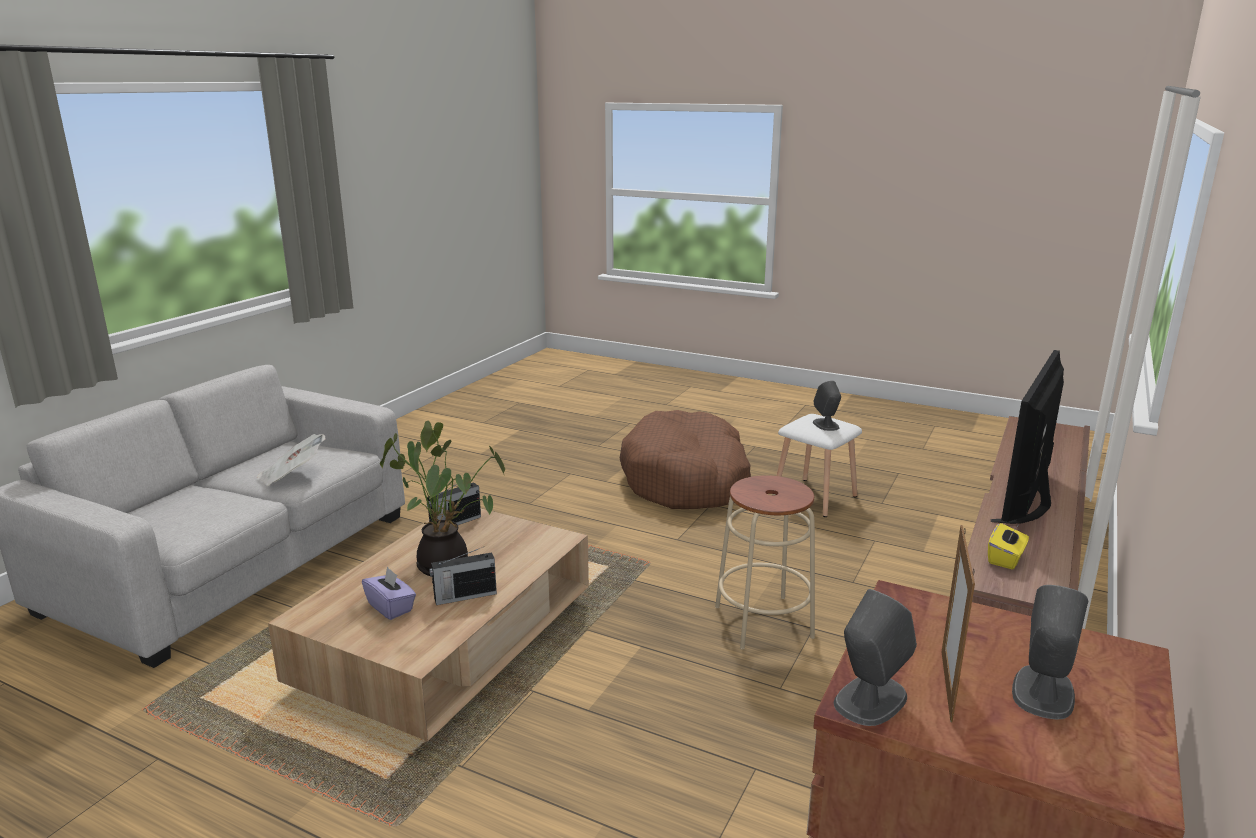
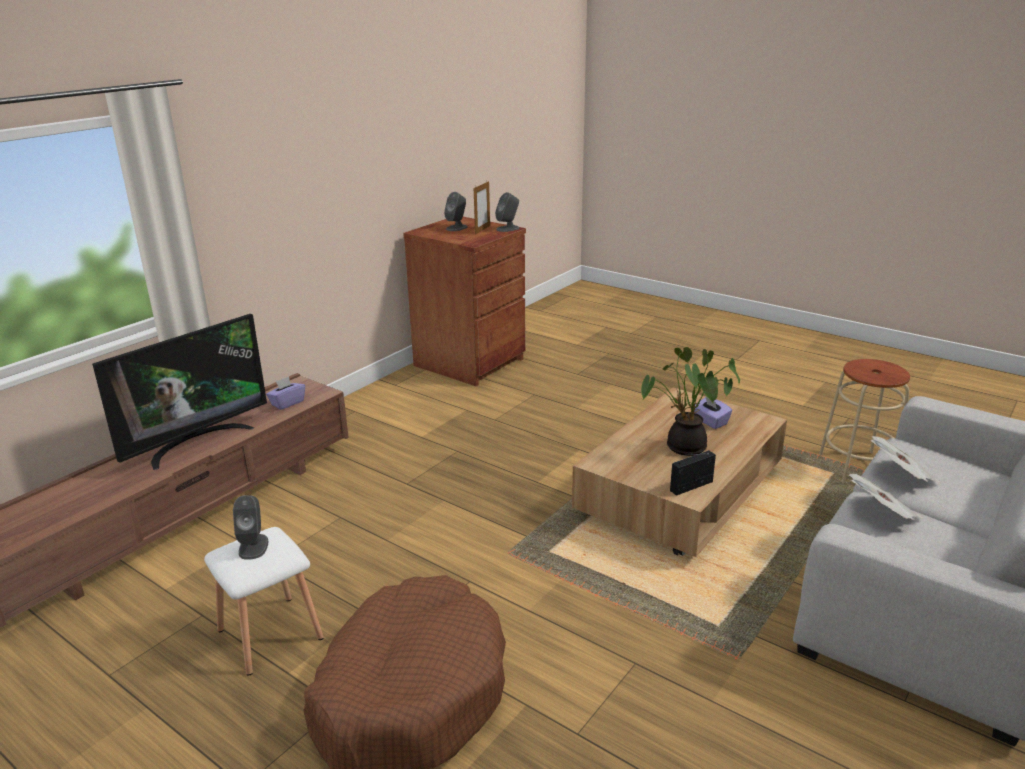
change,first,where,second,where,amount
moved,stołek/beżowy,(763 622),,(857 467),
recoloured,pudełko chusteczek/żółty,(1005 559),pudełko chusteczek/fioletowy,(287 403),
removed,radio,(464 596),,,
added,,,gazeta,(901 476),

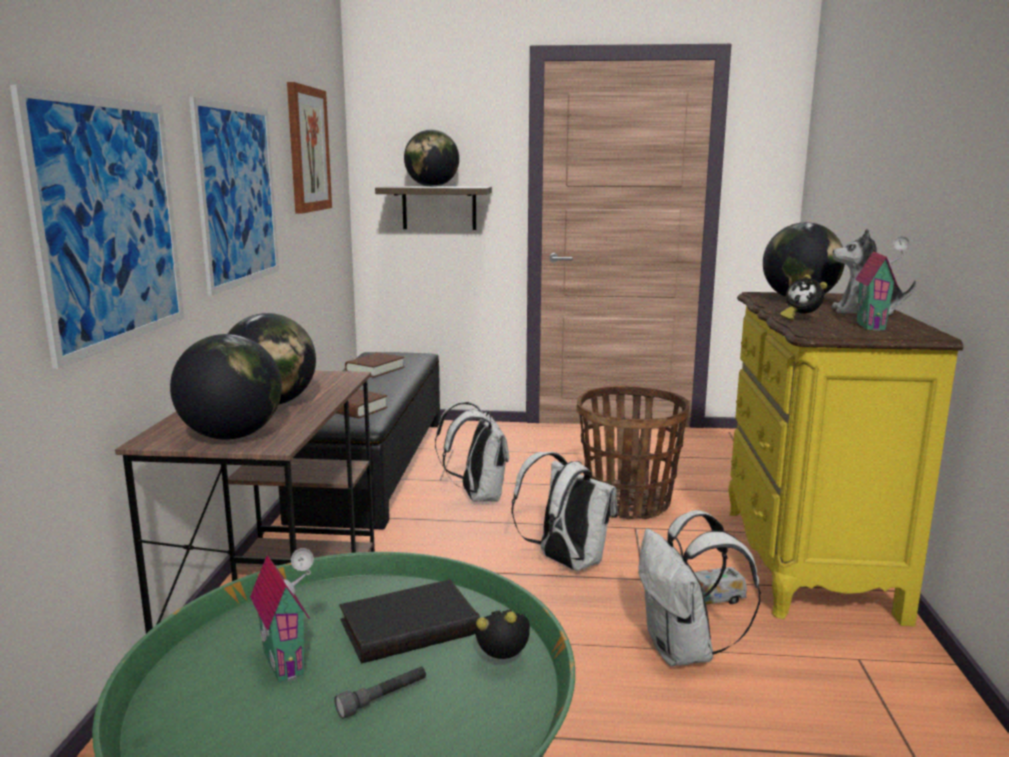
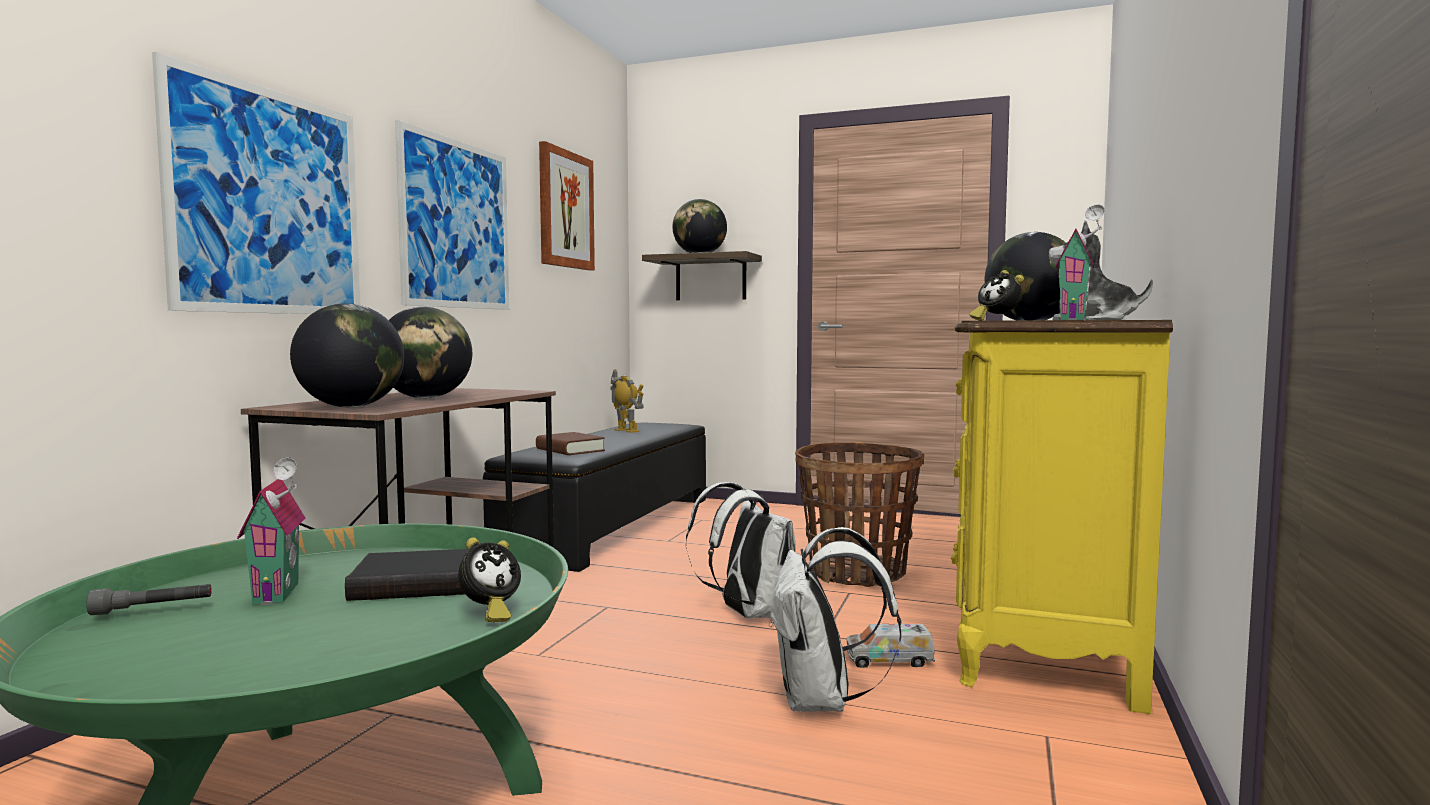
change,first,where,second,where,amount
replaced,książka/brązowy,(375 370),robot zabawkowy,(627 431),
removed,plecak/biały,(478 496),,,
turned,budzik,(504 661),,(489 613),120 degrees clockwise
moved,latarka/szary,(383 699),,(152 608),

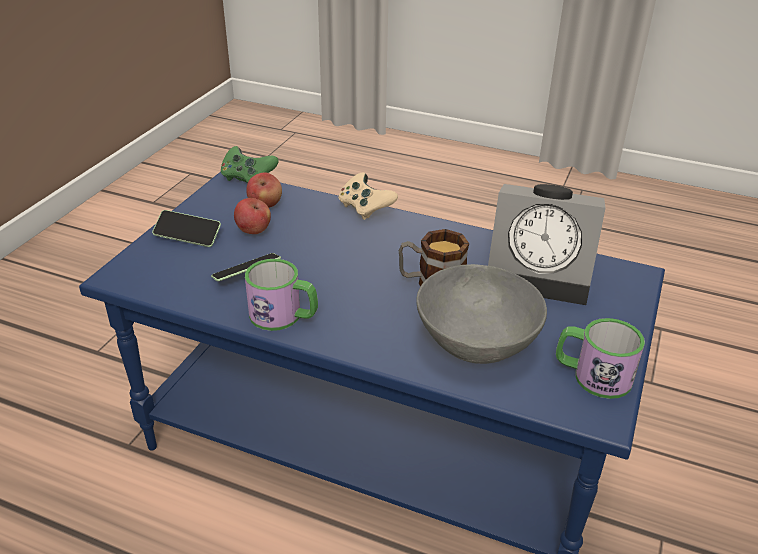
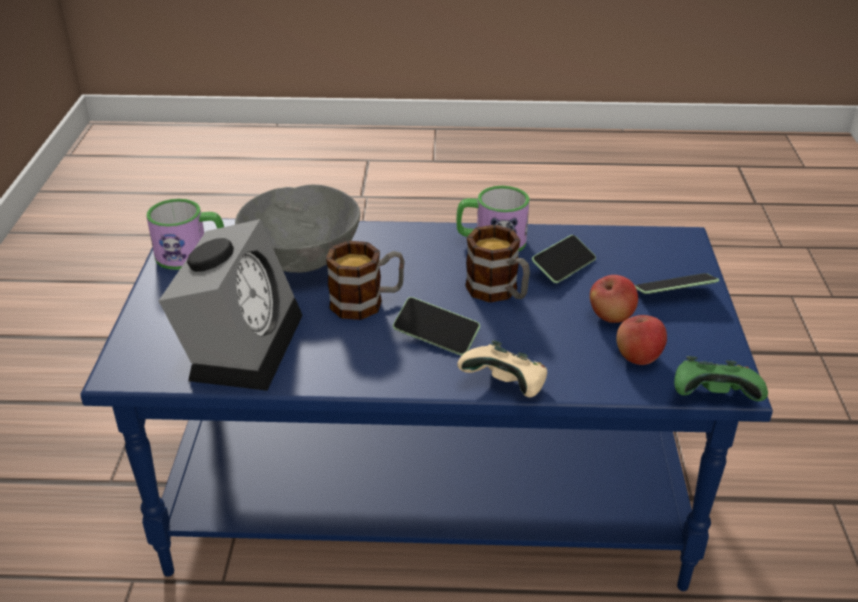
change,first,where,second,where,amount
turned,budzik,(542 274),,(242 343),105 degrees clockwise
added,,,kubek,(499 292),
added,,,telefon,(436 335),

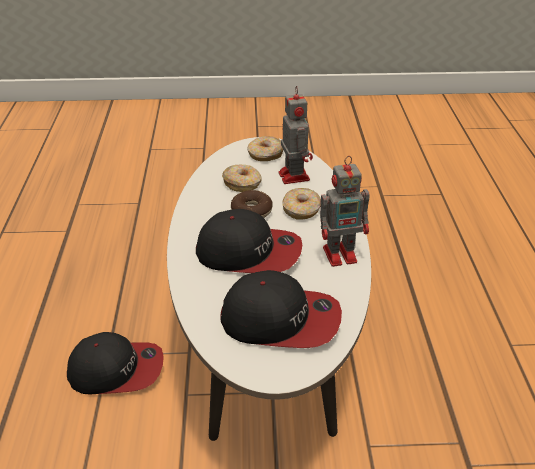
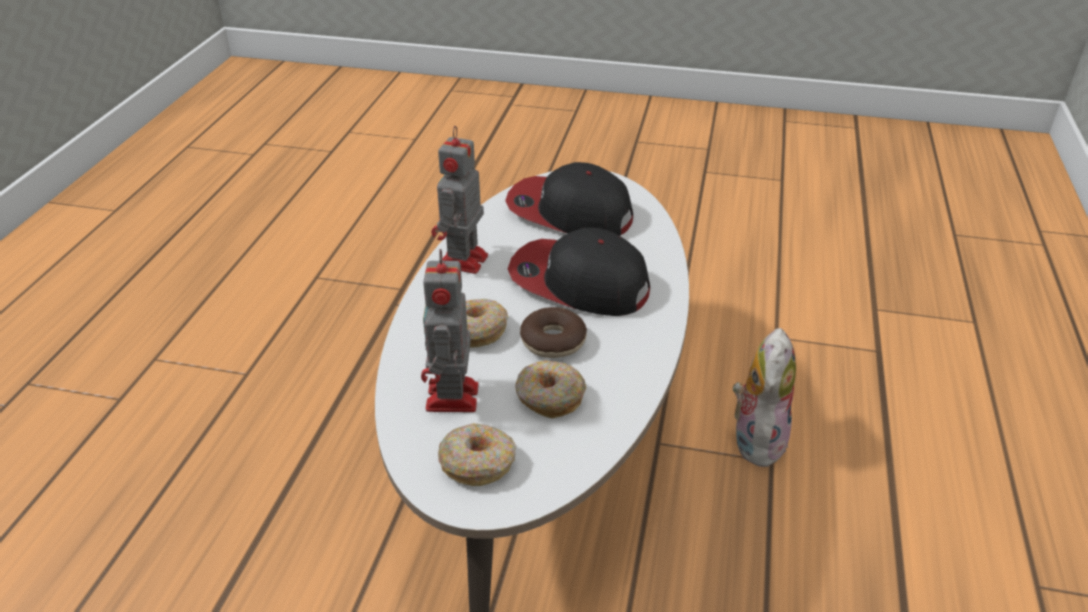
change,first,where,second,where,amount
turned,robot zabawkowy,(341 254),,(462 262),75 degrees counterclockwise
replaced,czapka z daszkiem,(116 370),pluszak,(756 438),

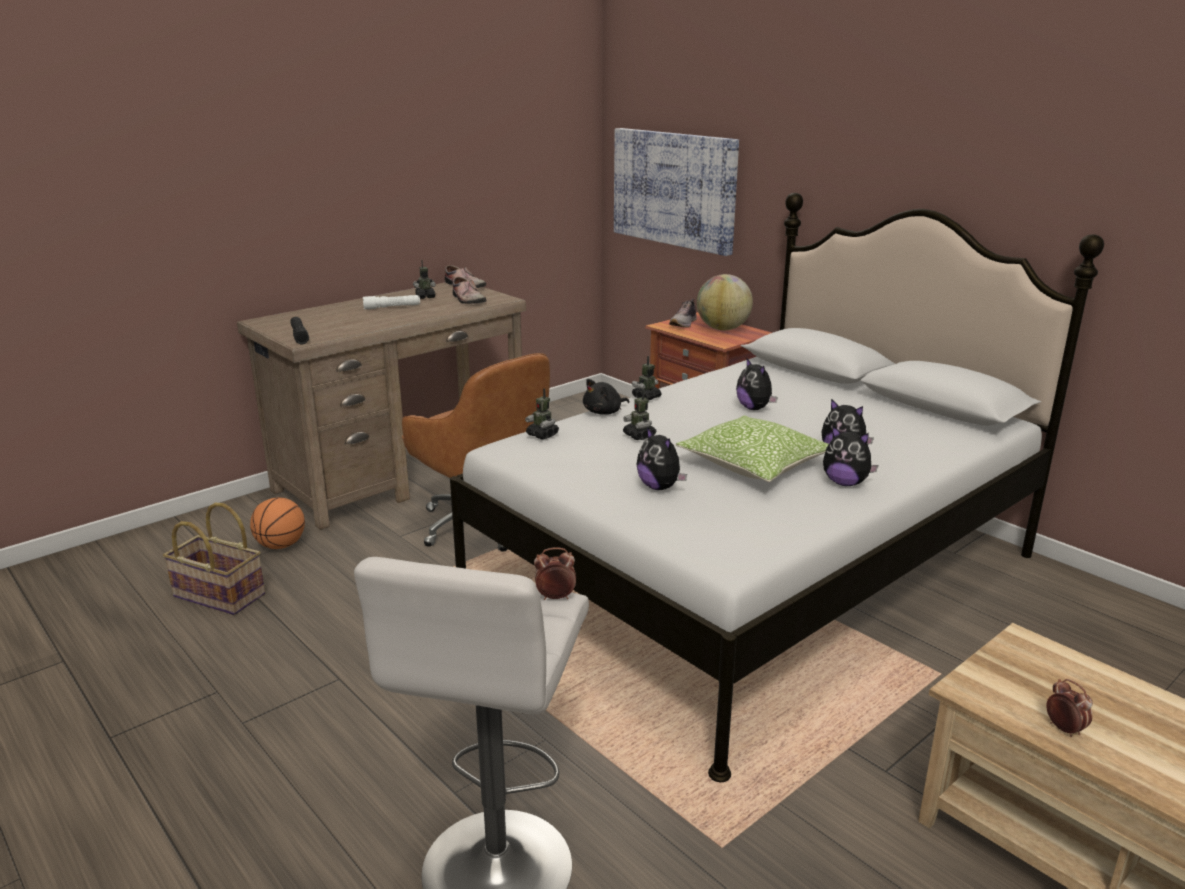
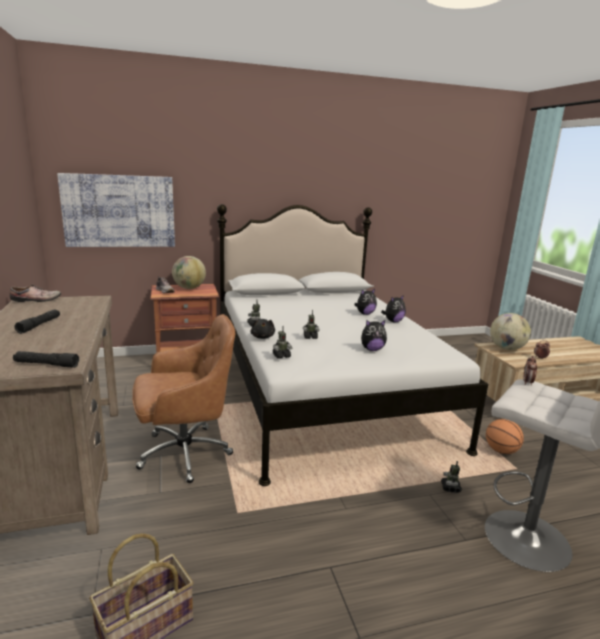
change,first,where,second,where,amount
moved,robot zabawkowy,(425 297),,(450 488),
removed,but,(467 300),,,
recoloured,latarka/biały,(392 307),latarka/czarny,(39 325),
removed,pluszak,(754 408),,,
removed,poduszka,(754 465),,,
moved,piłka do koszykówki,(281 546),,(501 451),
added,,,globus,(506 348),

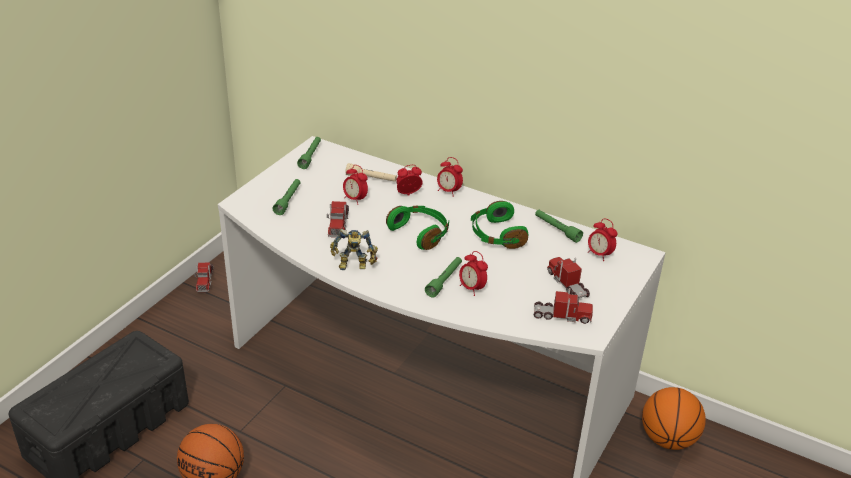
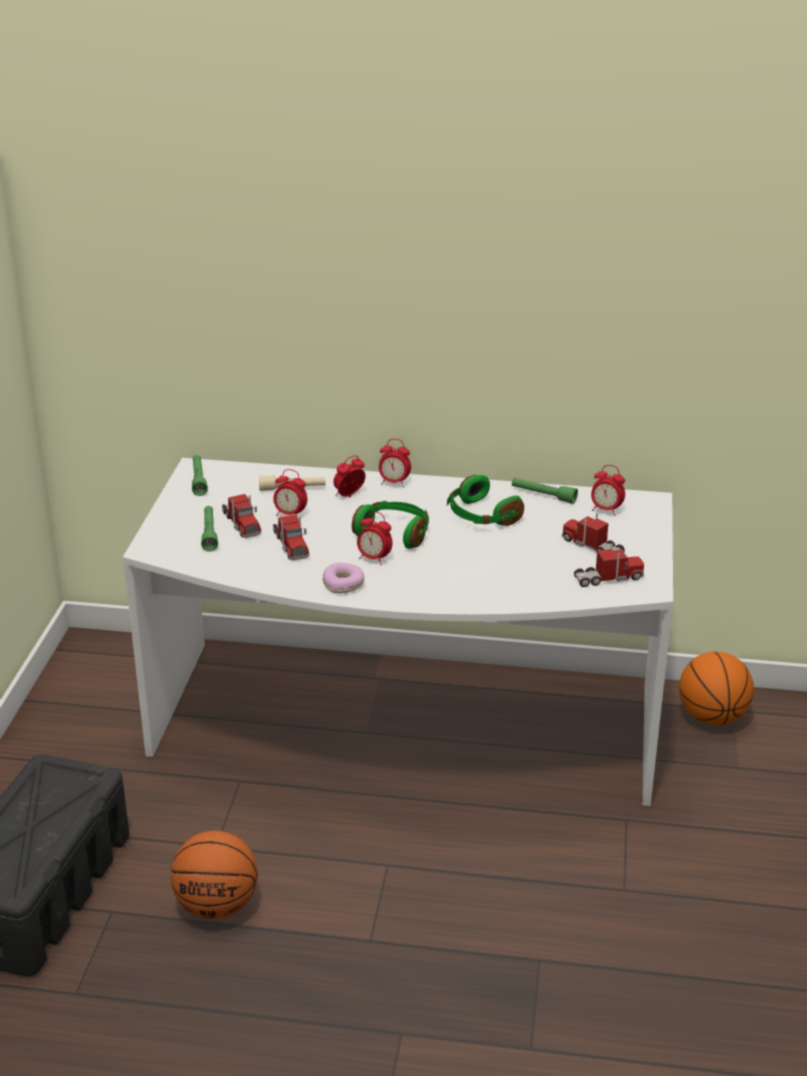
change,first,where,second,where,amount
replaced,robot zabawkowy,(354 266),donut,(343 584),
moved,budzik,(472 288),,(374 559),
removed,latarka/zielony,(444 281),,,
moved,ciężarówka zabawkowa,(205 280),,(241 523),

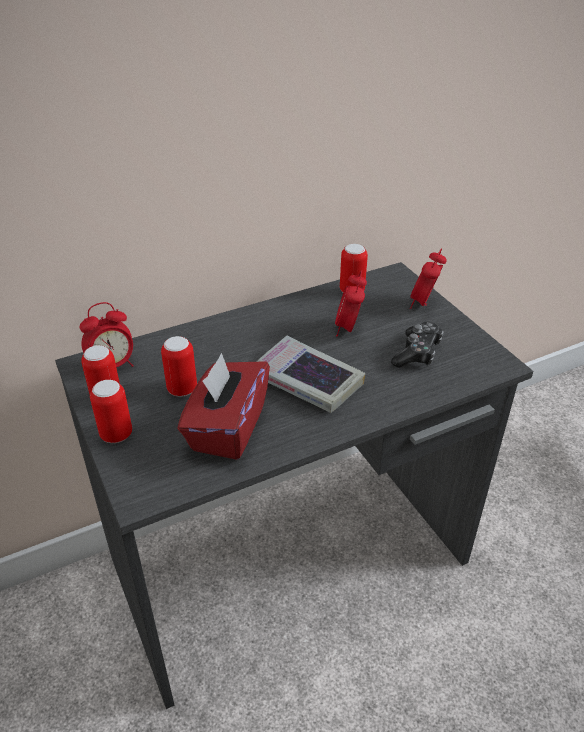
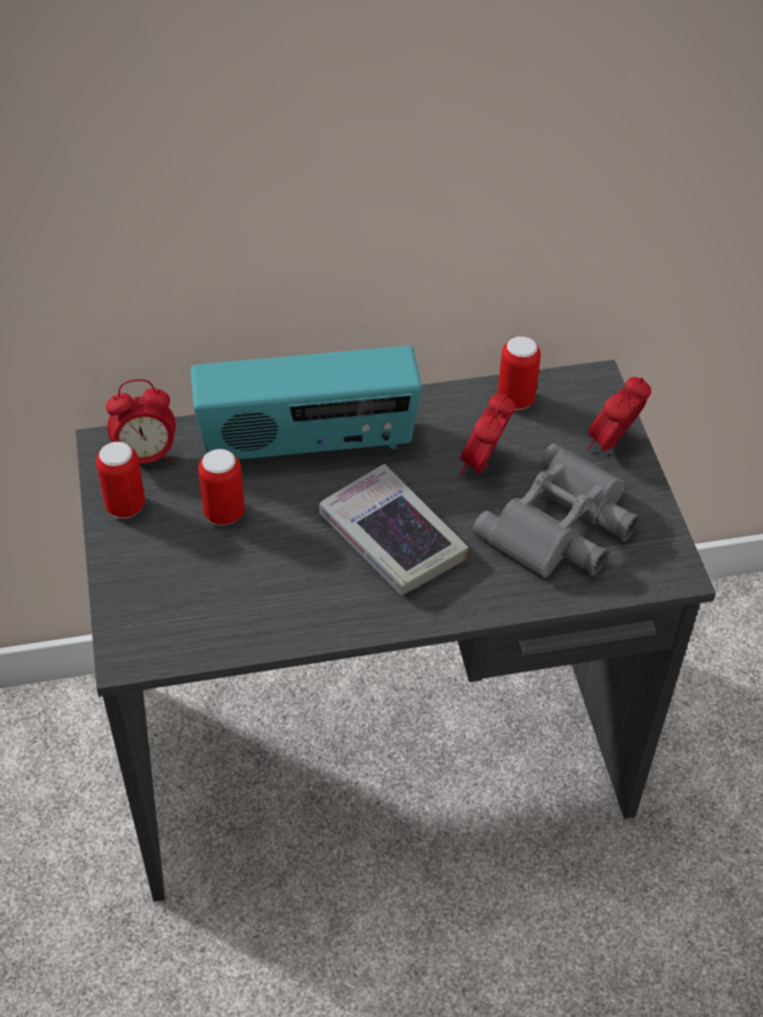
change,first,where,second,where,amount
replaced,pad do gier,(417 353),lornetka/szary,(563 527),
removed,pudełko chusteczek/czerwony,(227 428),,,
removed,puszka,(116 434),,,
added,,,radio,(308 444),

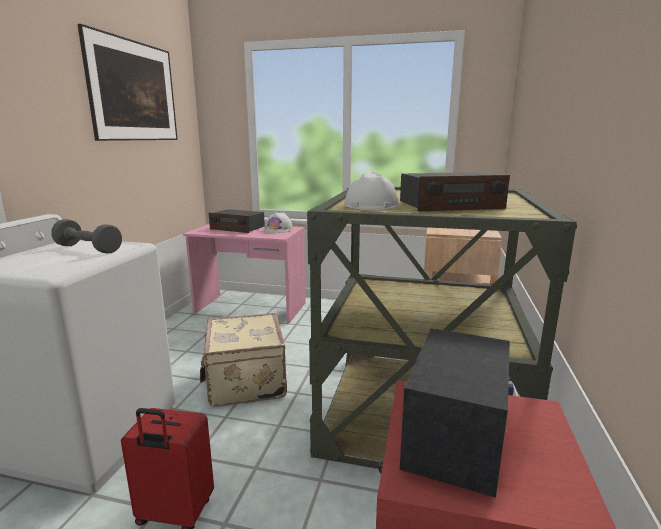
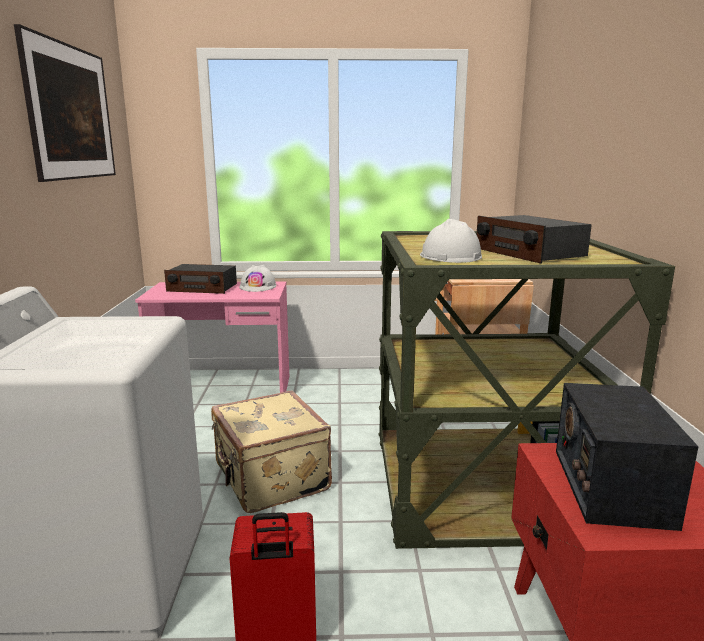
change,first,where,second,where,amount
turned,radio,(450 205),,(528 253),90 degrees clockwise
removed,hantel/szary,(88 249),,,

